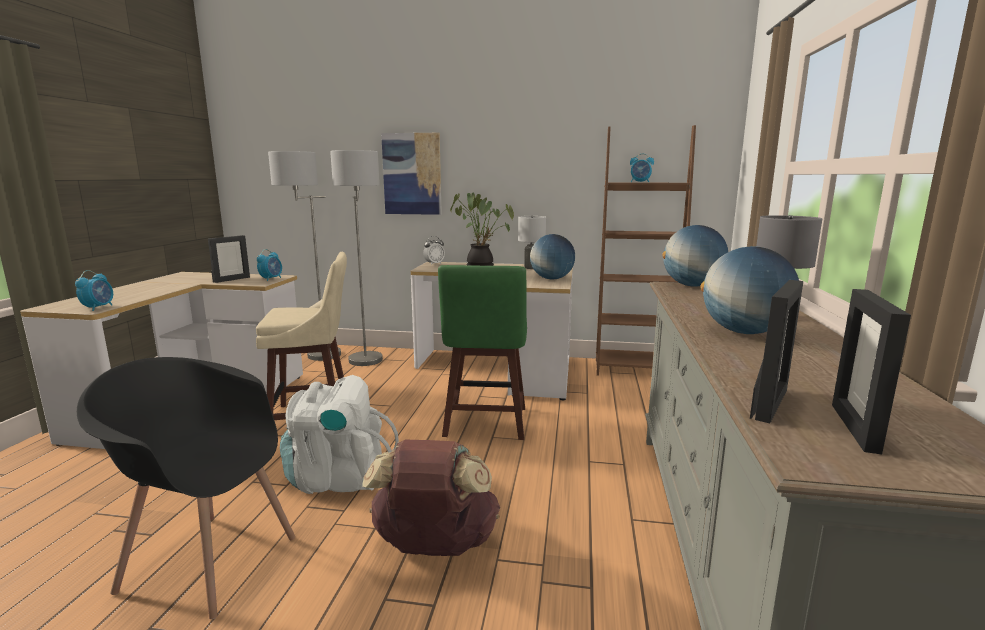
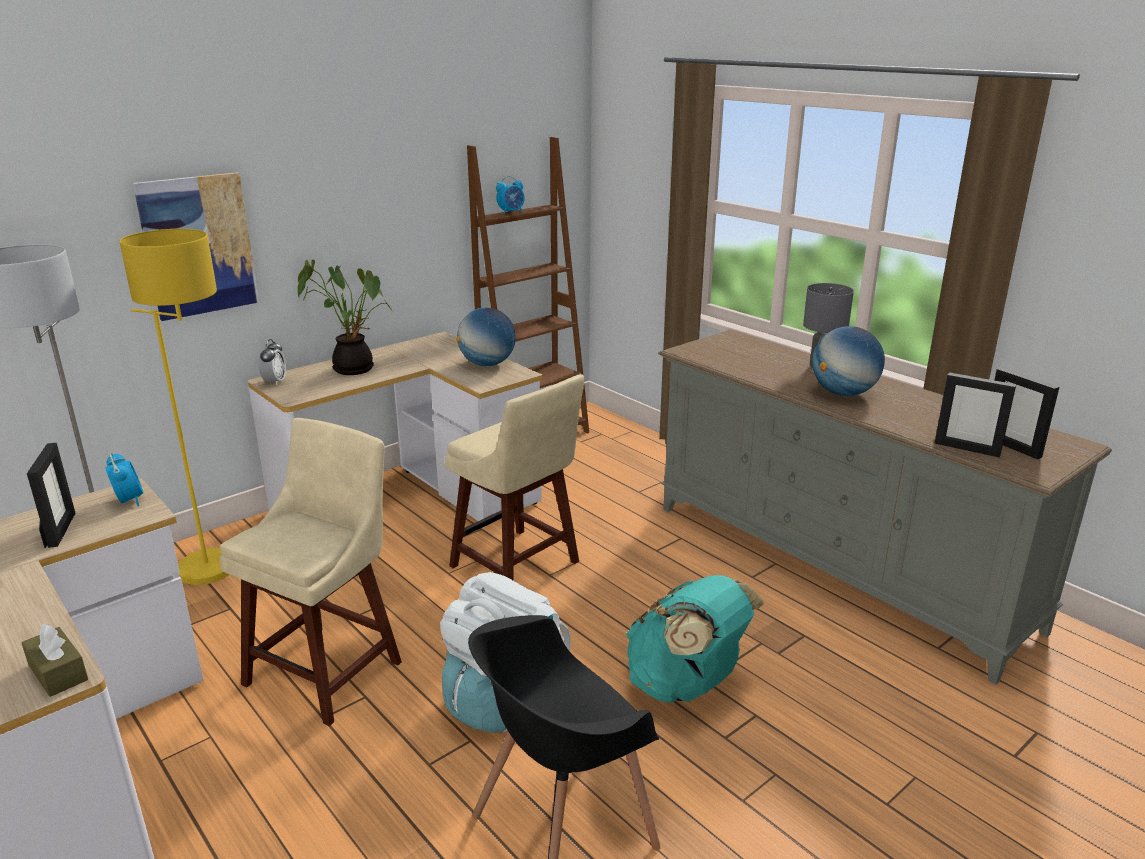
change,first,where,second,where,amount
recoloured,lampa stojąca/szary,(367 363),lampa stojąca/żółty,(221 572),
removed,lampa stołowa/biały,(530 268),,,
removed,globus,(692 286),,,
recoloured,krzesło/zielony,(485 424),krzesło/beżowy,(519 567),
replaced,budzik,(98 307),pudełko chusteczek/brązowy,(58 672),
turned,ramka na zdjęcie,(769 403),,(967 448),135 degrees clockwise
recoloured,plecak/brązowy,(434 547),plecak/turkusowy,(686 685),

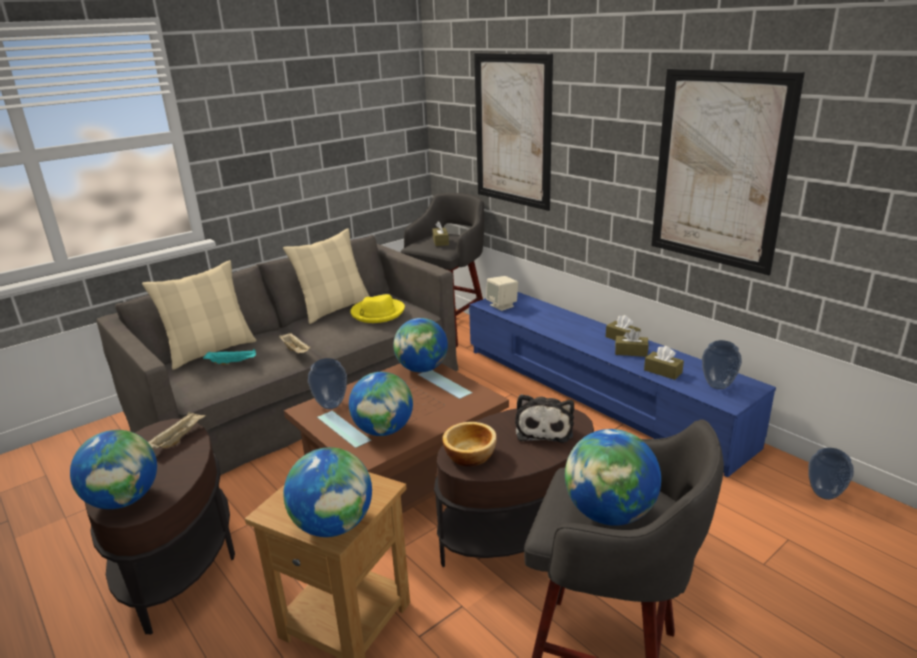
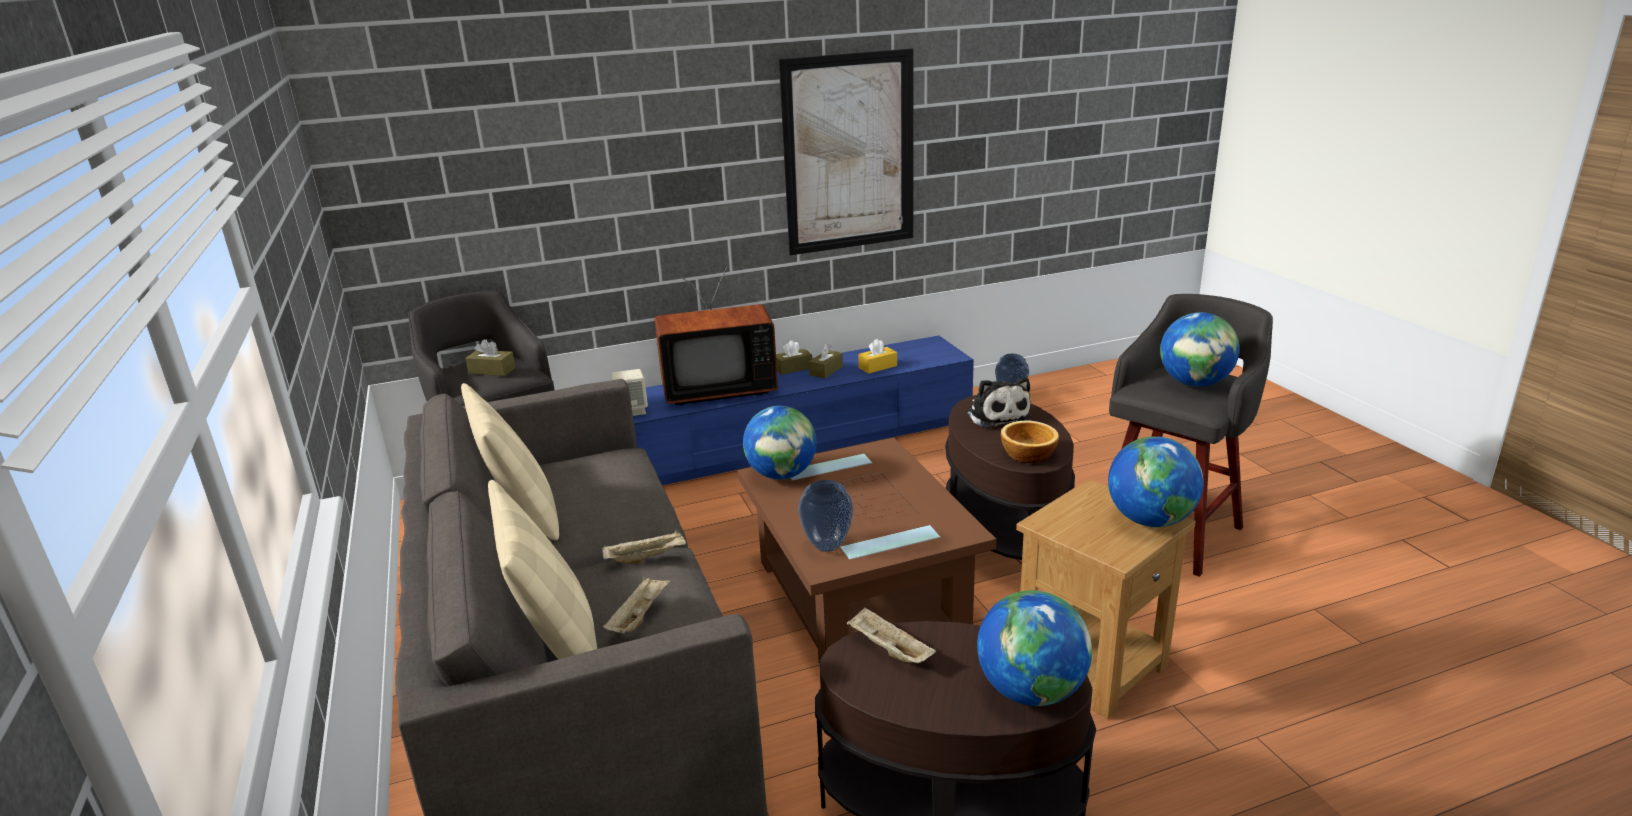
change,first,where,second,where,amount
removed,obraz,(512 130),,,
removed,kapelusz/żółty,(377 313),,,
removed,wazon,(718 386),,,
recoloured,pudełko chusteczek/brązowy,(663 371),pudełko chusteczek/żółty,(877 367),
recoloured,taca/turkusowy,(232 363),taca/beżowy,(639 616),
removed,globus,(383 430),,,
turned,pluszak,(544 428),,(996 415),45 degrees clockwise
added,,,telewizor,(717 389),

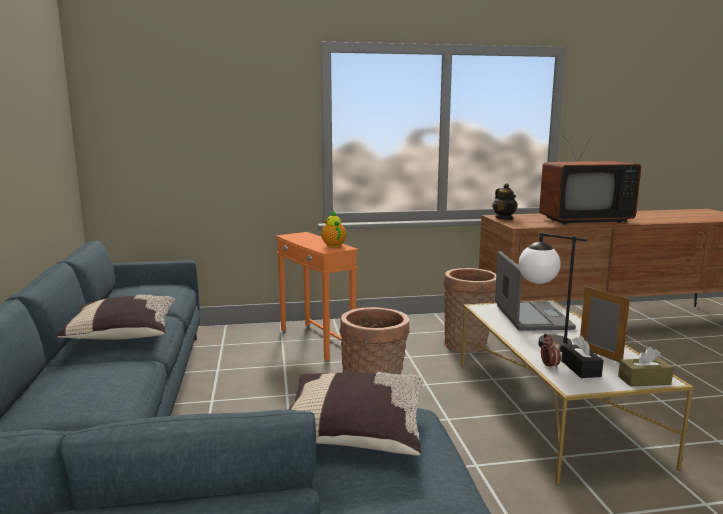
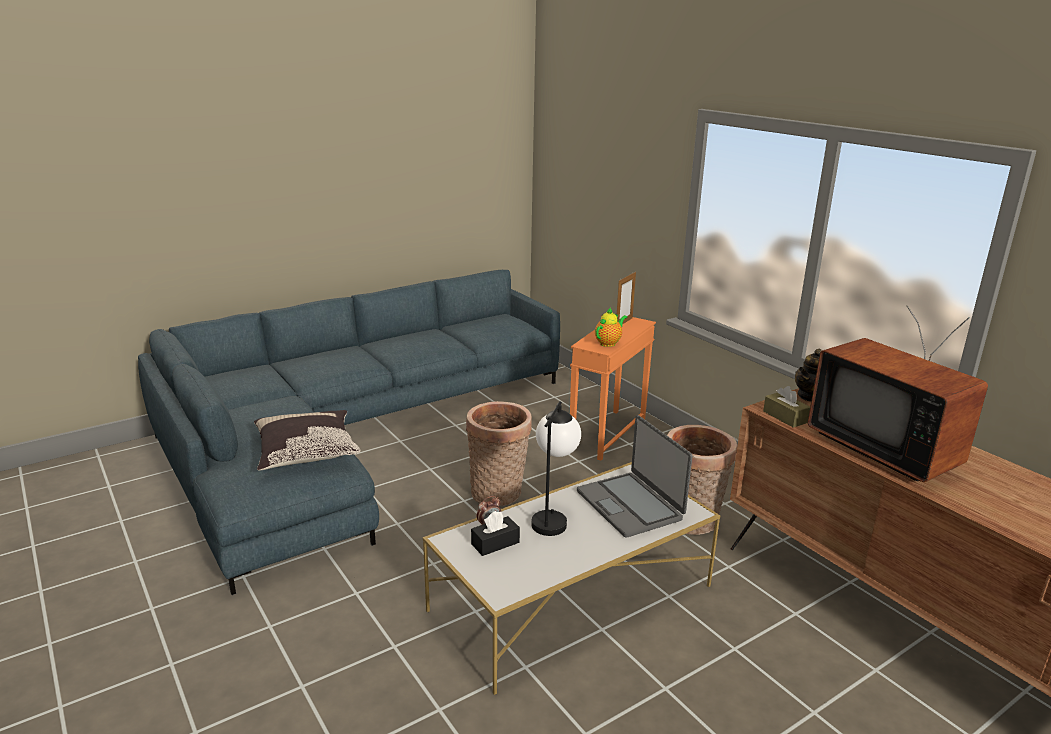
change,first,where,second,where,amount
turned,laptop,(531 317),,(630 505),90 degrees clockwise
moved,ramka na zdjęcie,(600 355),,(624 323),
removed,poduszka,(122 333),,,
moved,pudełko chusteczek/brązowy,(644 380),,(785 417),

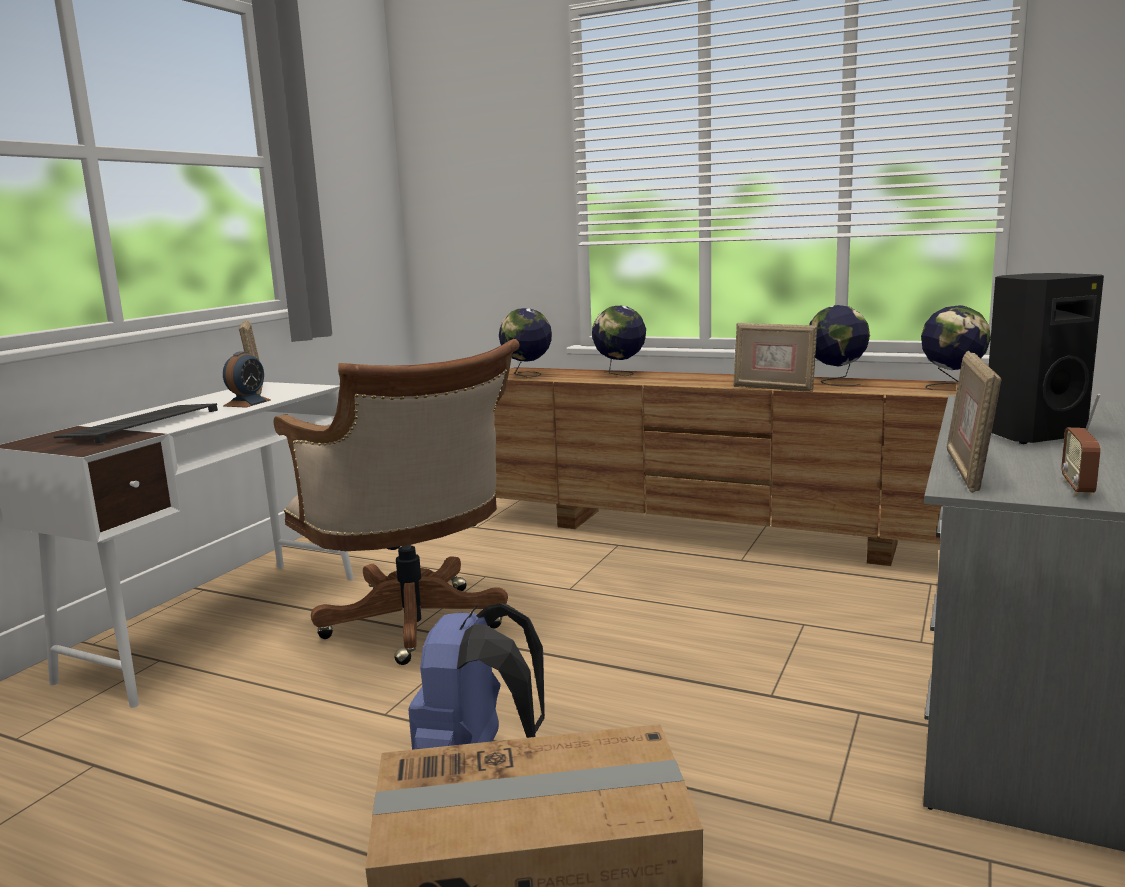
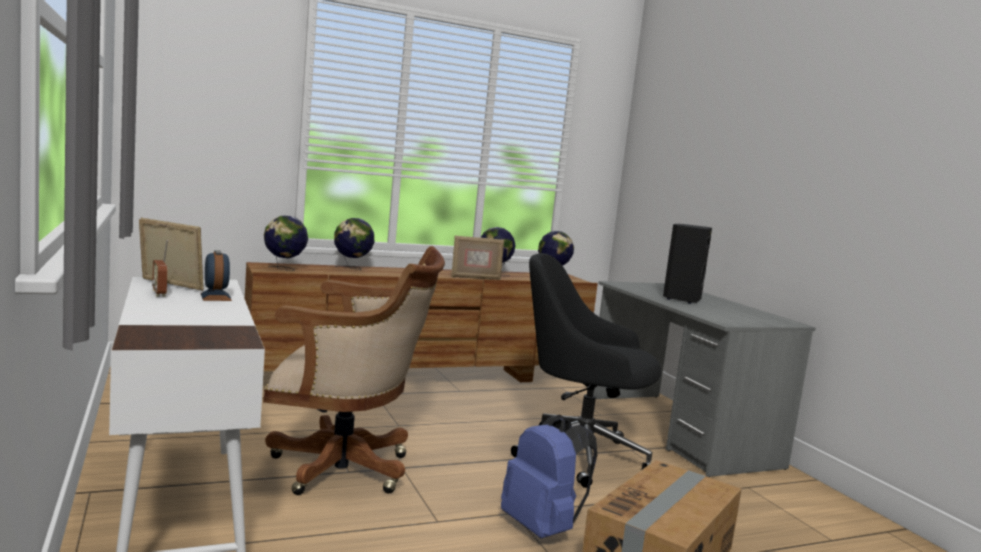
change,first,where,second,where,amount
removed,ramka na zdjęcie,(967 472),,,
moved,radio,(1078 488),,(159 293),
removed,klawiatura,(142 425),,,
added,,,krzesło biurowe/czarny,(579 456),

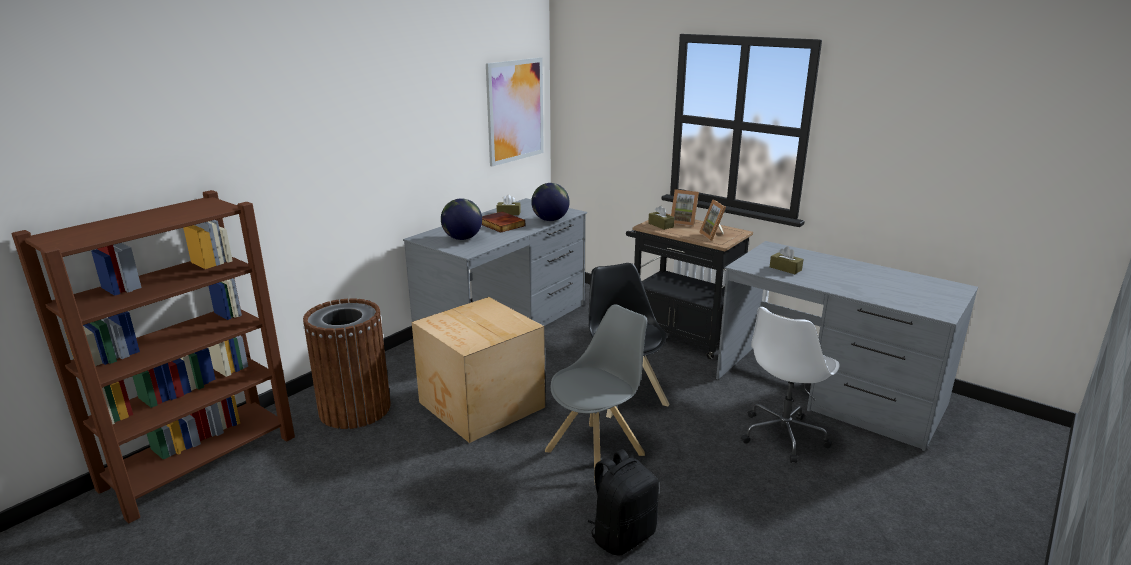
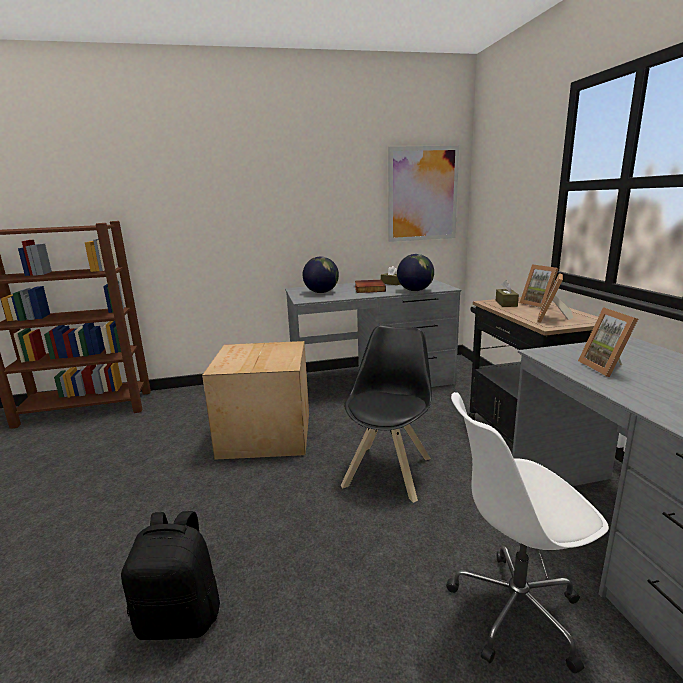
change,first,where,second,where,amount
replaced,pudełko chusteczek/brązowy,(785 268),ramka na zdjęcie,(607 368),
removed,kosz na śmieci/brązowy,(355 409),,,
removed,krzesło/szary,(597 451),,,

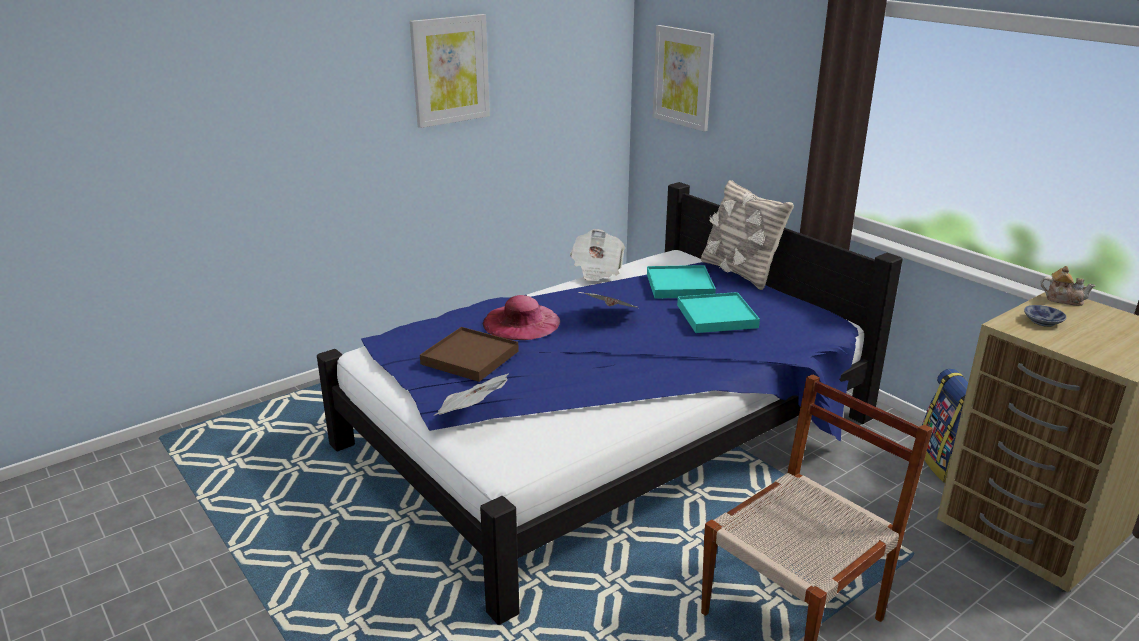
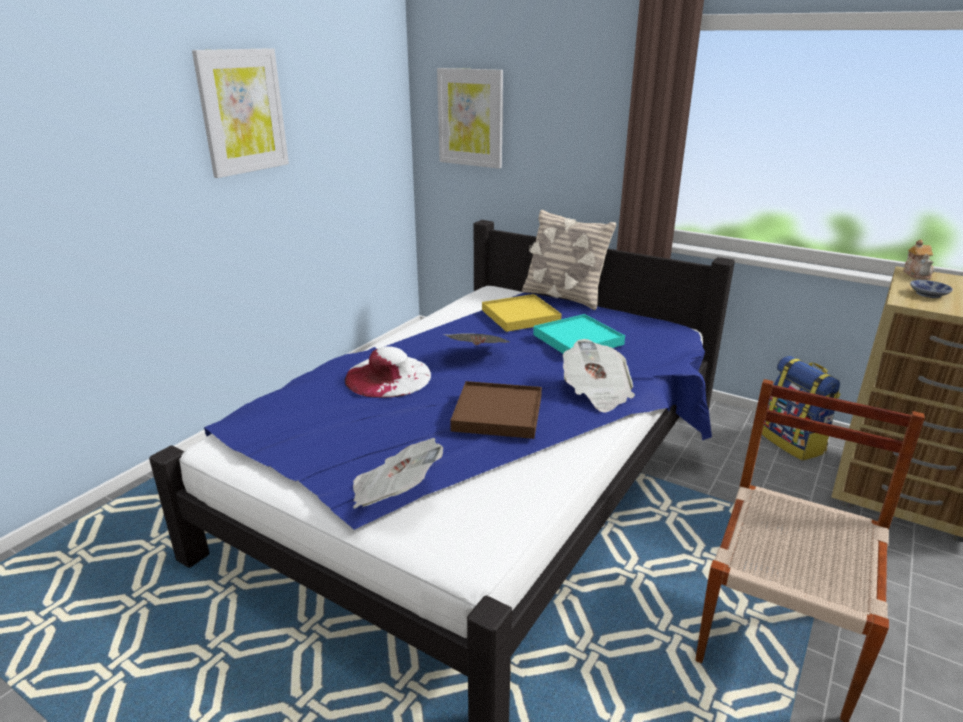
change,first,where,second,where,amount
moved,gazeta,(597 270),,(596 393),
recoloured,taca/turkusowy,(679 285),taca/żółty,(520 316),
turned,imbryk,(1063 299),,(917 274),90 degrees clockwise
recoloured,kapelusz/różowy,(521 322),kapelusz/biały,(388 376),
moved,taca/brązowy,(469 358),,(497 413),

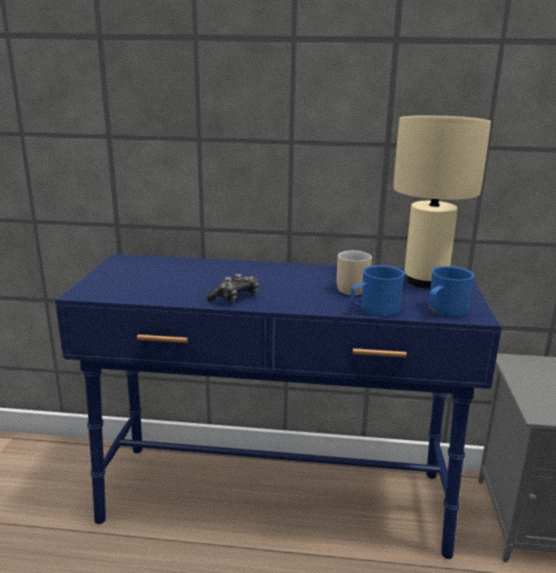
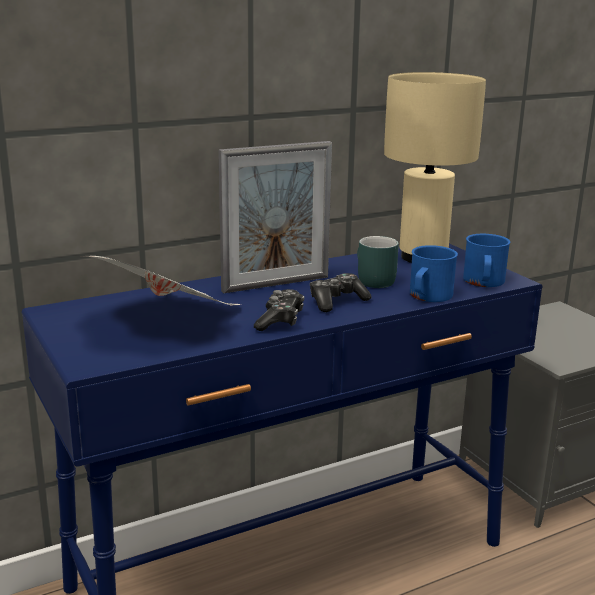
change,first,where,second,where,amount
recoloured,kubek/beżowy,(350 288),kubek/turkusowy,(370 281),
added,,,ramka na zdjęcie,(276 284),
added,,,gazeta,(168 321),
added,,,pad do gier,(337 301),

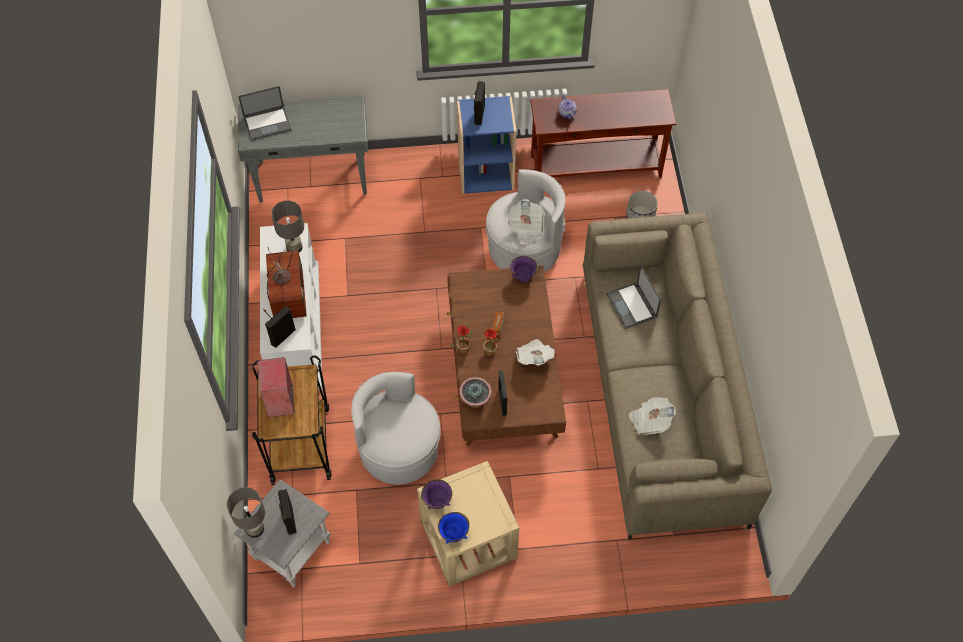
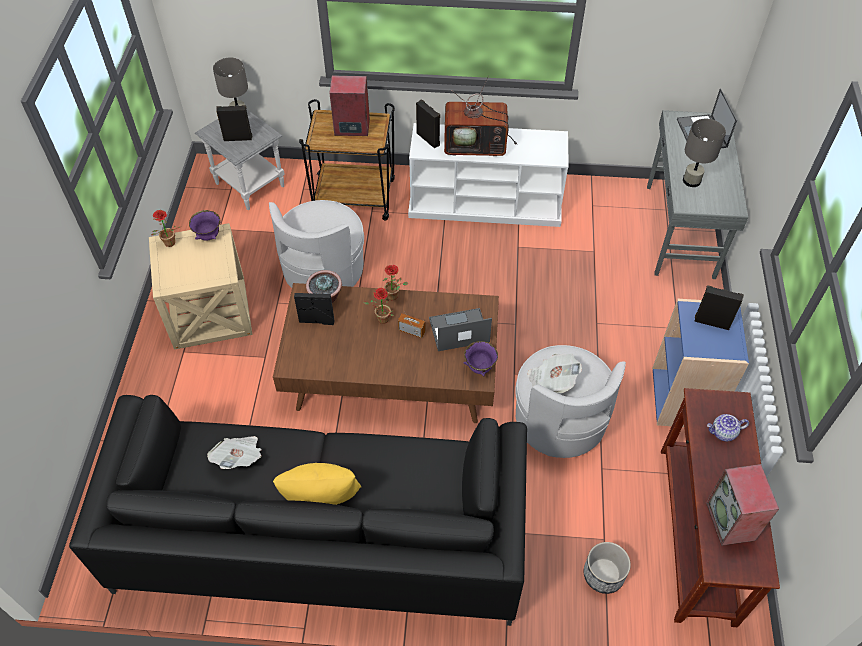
change,first,where,second,where,amount
moved,lampa stołowa/szary,(294 247),,(691 181),
recoloured,kanapa/beżowy,(661 394),kanapa/czarny,(320 535),
moved,laptop,(632 306),,(458 330),
removed,gazeta,(534 357),,,
turned,fotel/biały,(399 450),,(324 269),150 degrees clockwise
replaced,miska/niebieski,(454 534),roślina doniczkowa,(169 244),
added,,,poduszka/żółty,(322 501),
added,,,głośnik,(731 521),

